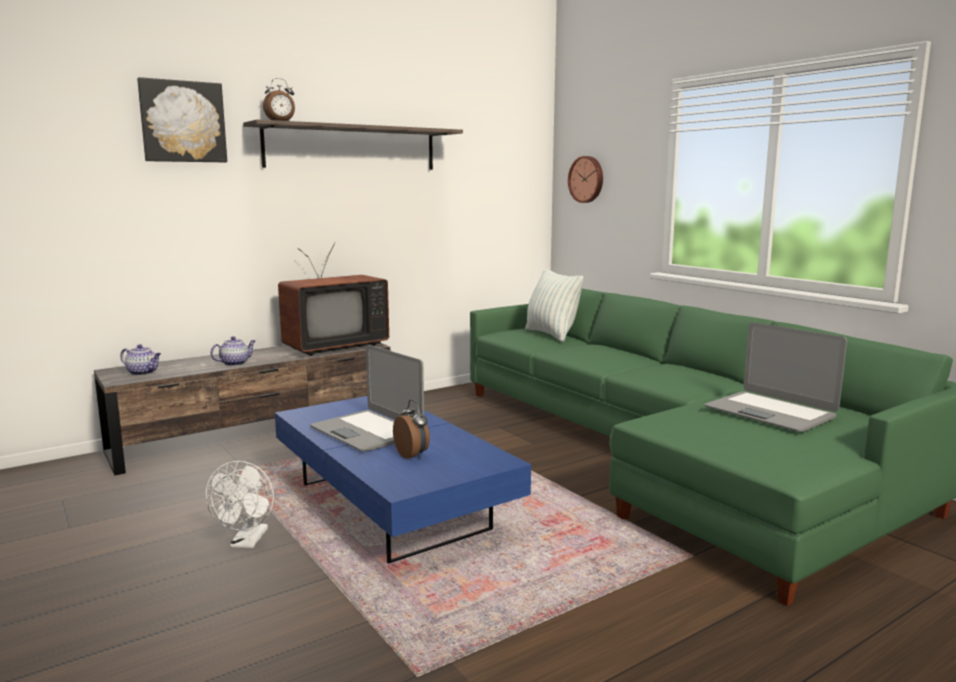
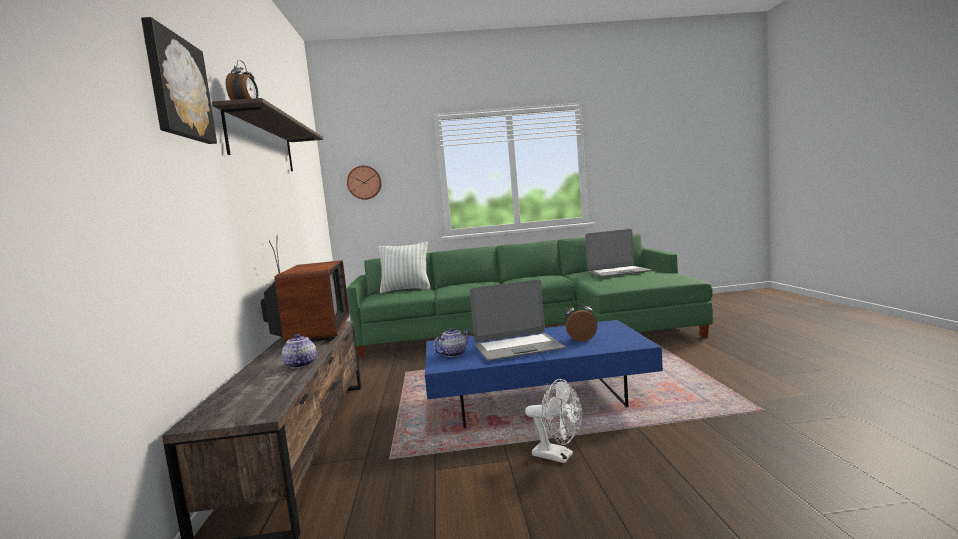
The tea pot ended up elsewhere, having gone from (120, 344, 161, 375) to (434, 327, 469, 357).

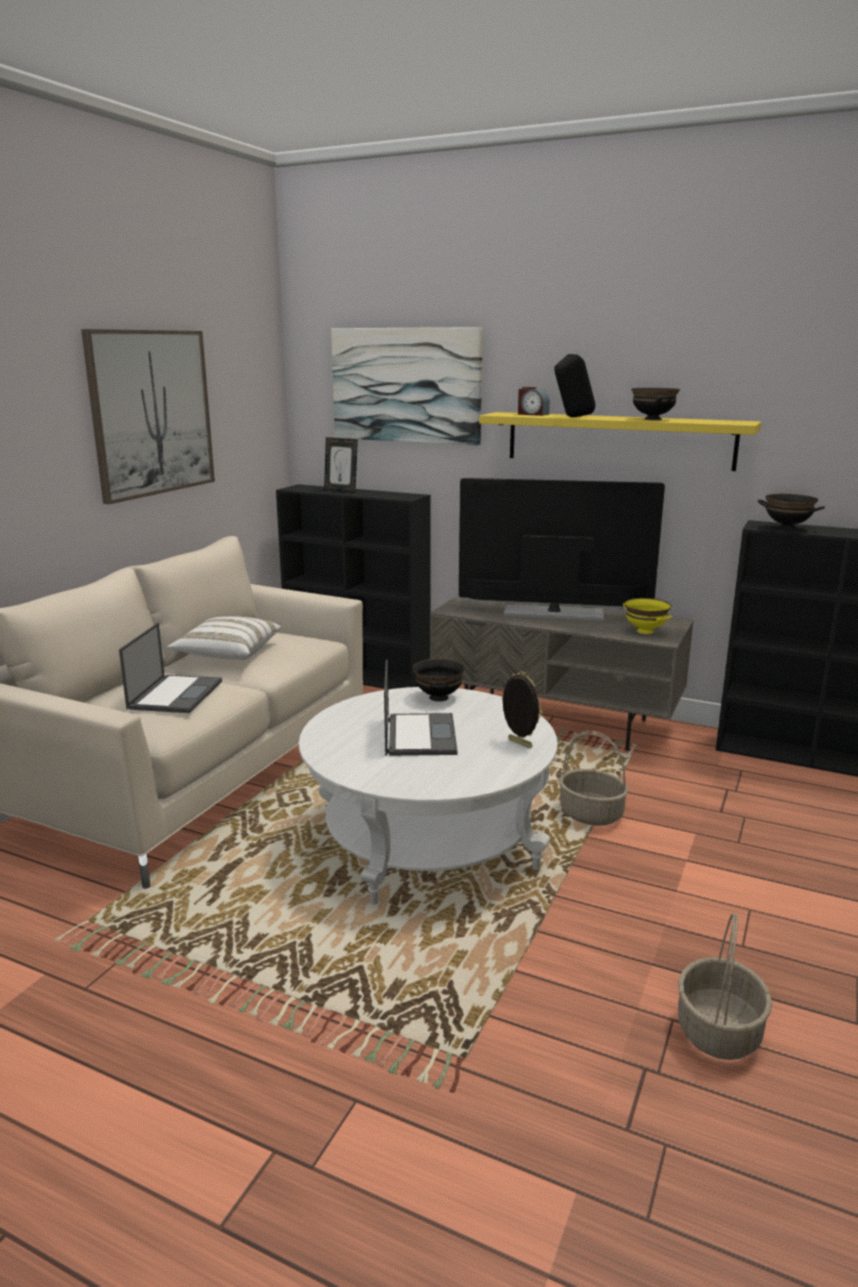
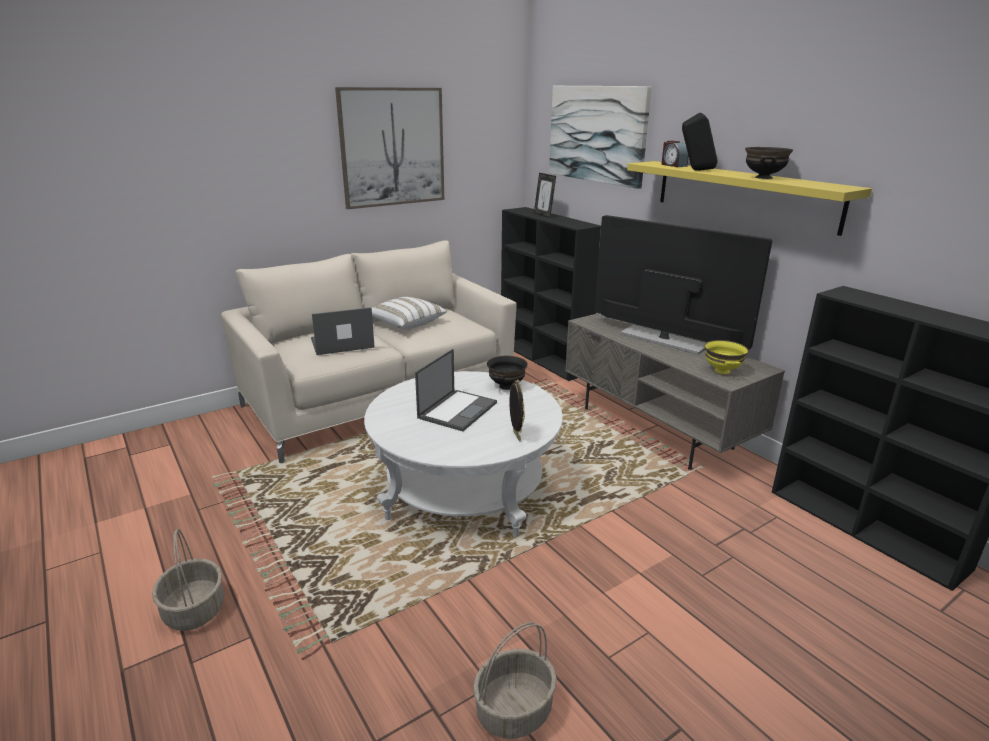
The storage basket ended up elsewhere, having gone from (559, 731, 629, 826) to (152, 529, 224, 631). The portable computer at (119, 623, 222, 713) ended up facing another way, 150 degrees counterclockwise from before. The second view lost the black deep dish at (758, 494, 825, 530).

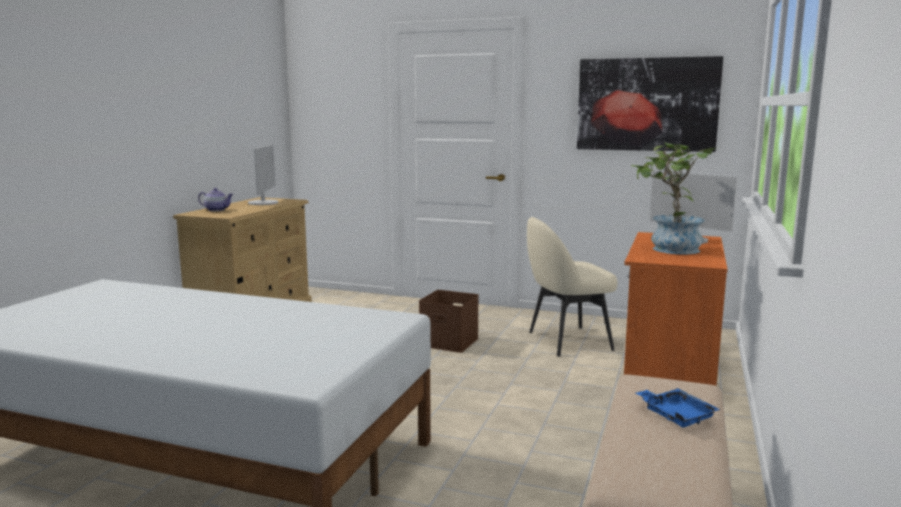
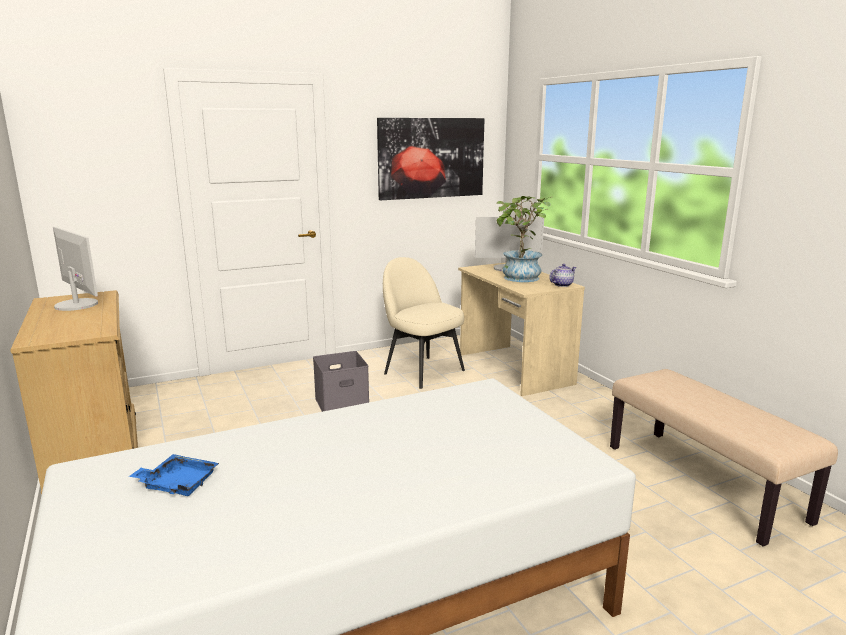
The bluish serving tray ended up elsewhere, having gone from (636, 388, 720, 427) to (129, 454, 219, 496). What was the brownish storage box at (419, 290, 479, 353) turned into the greyish storage box at (313, 351, 369, 412). The beige-coloured plain chair at (527, 217, 618, 357) ended up facing another way, 105 degrees clockwise from before. What was the orange-coloured desk unit at (624, 232, 727, 386) turned into the beige-coloured desk unit at (458, 262, 585, 396). The tea pot ended up elsewhere, having gone from (198, 188, 234, 211) to (549, 264, 576, 287).

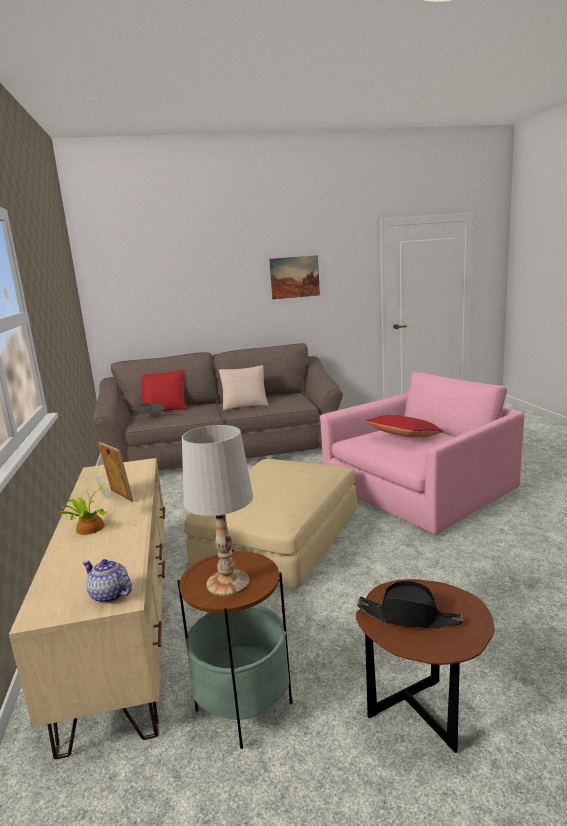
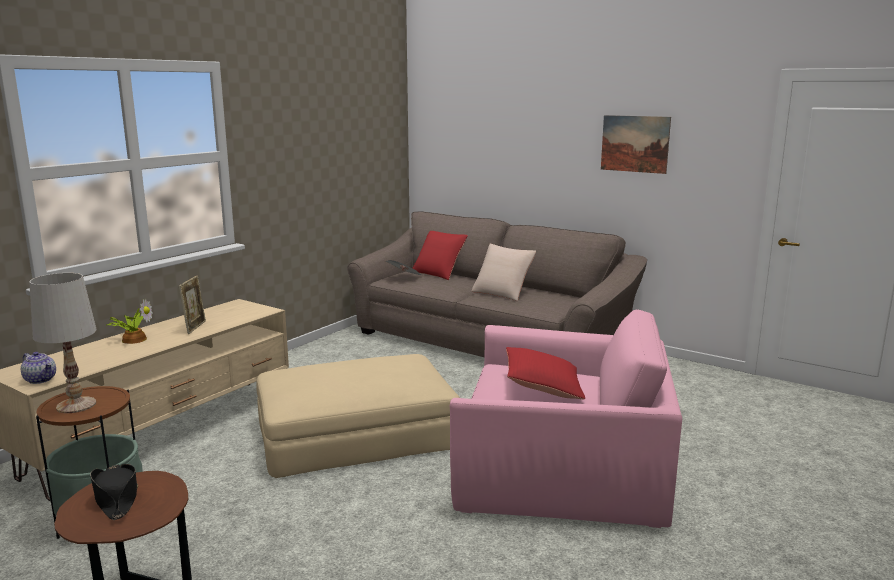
The tea pot at (83, 559, 132, 604) ended up facing another way, 135 degrees clockwise from before.

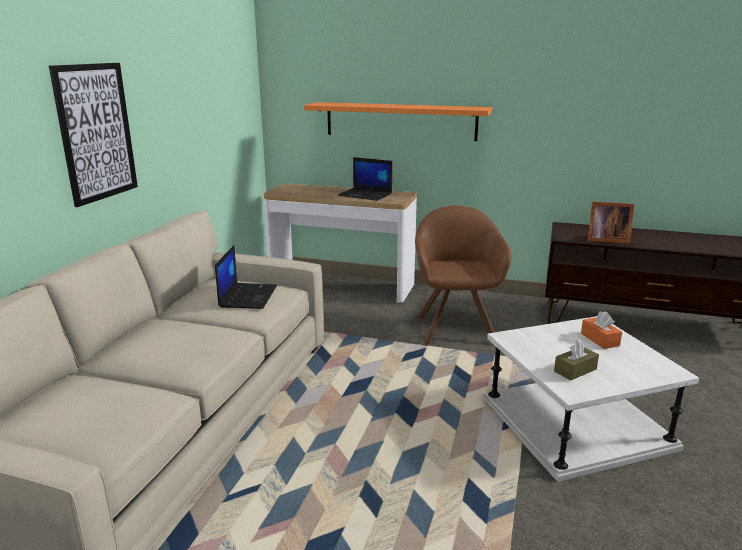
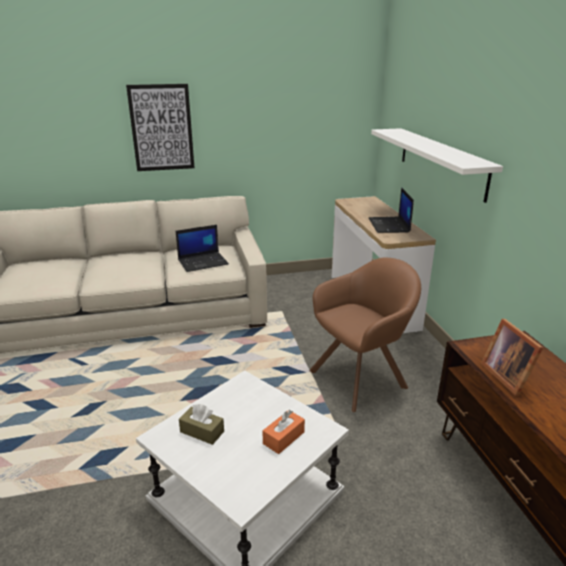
What was the orange-coloured shelf at (304, 102, 492, 141) turned into the white-coloured shelf at (371, 128, 503, 203).

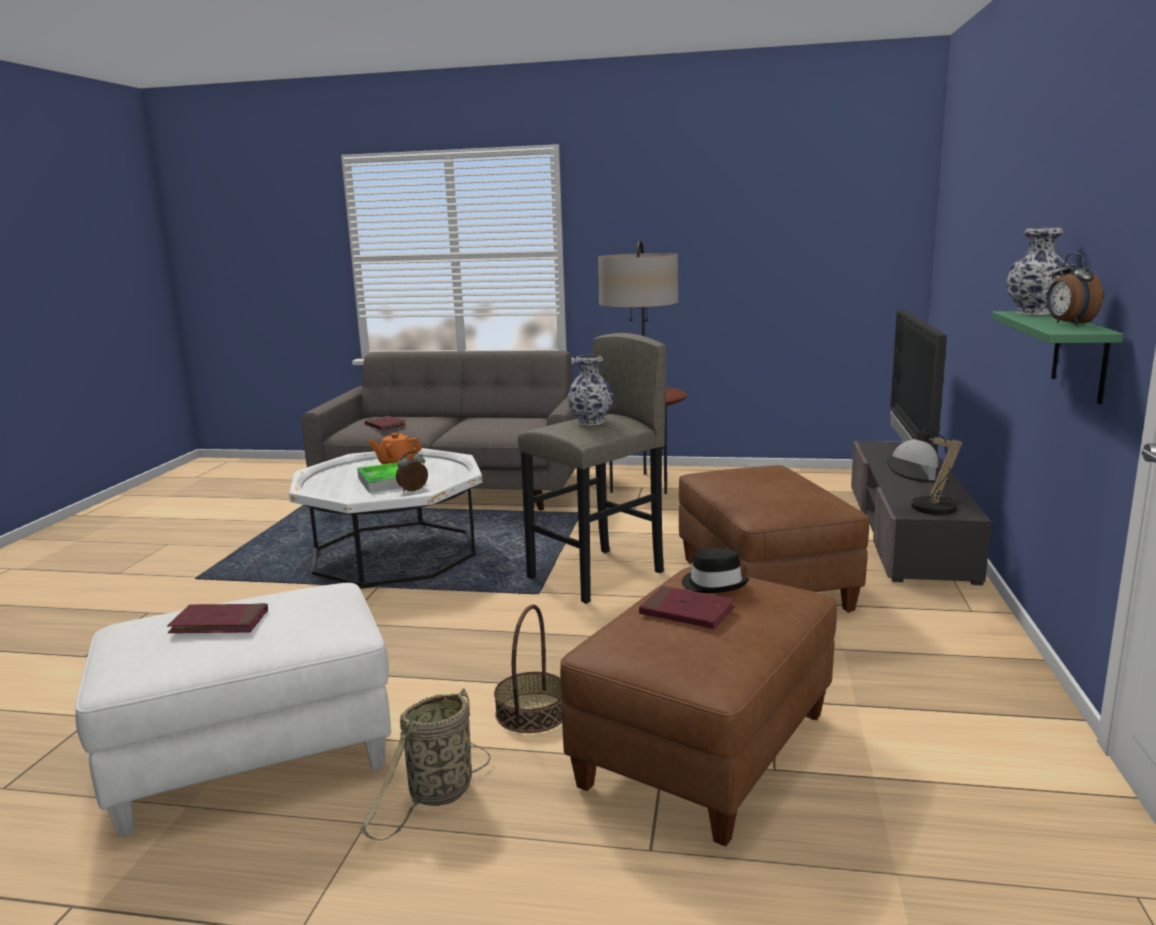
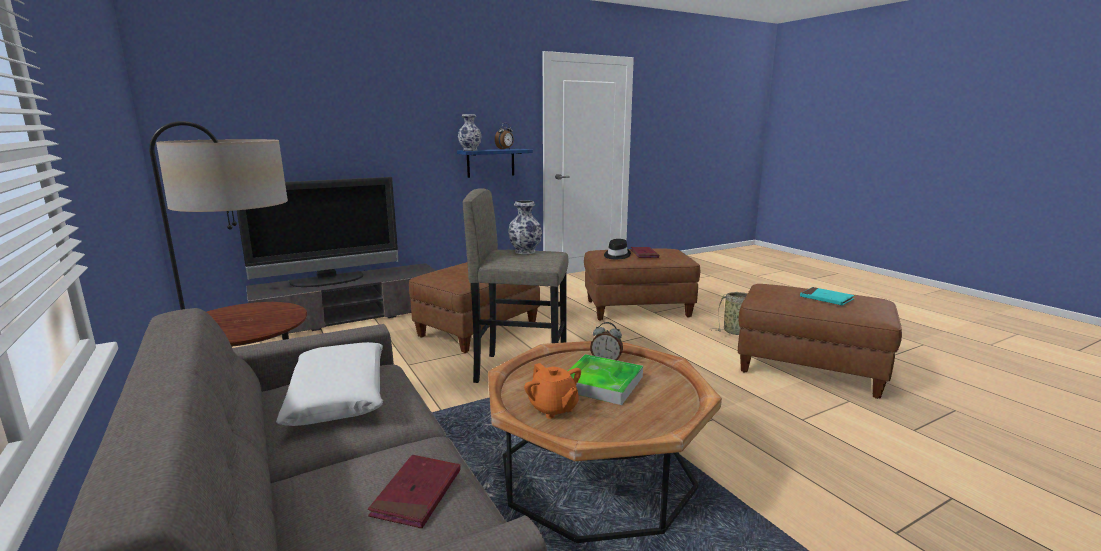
The second view gained the white-coloured throw pillow at (276, 342, 383, 426). What was the green-coloured shelf at (992, 311, 1123, 404) turned into the bluish shelf at (457, 149, 533, 178). What was the white-coloured lounge table at (289, 448, 482, 589) turned into the brownish lounge table at (488, 341, 722, 543). What was the white-coloured pouffe at (75, 583, 391, 837) turned into the brownish pouffe at (738, 284, 902, 399). What was the red volume at (167, 603, 268, 633) turned into the blue-green volume at (800, 287, 855, 305). The second view lost the storage basket at (494, 605, 563, 733). The second view lost the tabletop lamp at (892, 426, 962, 515).

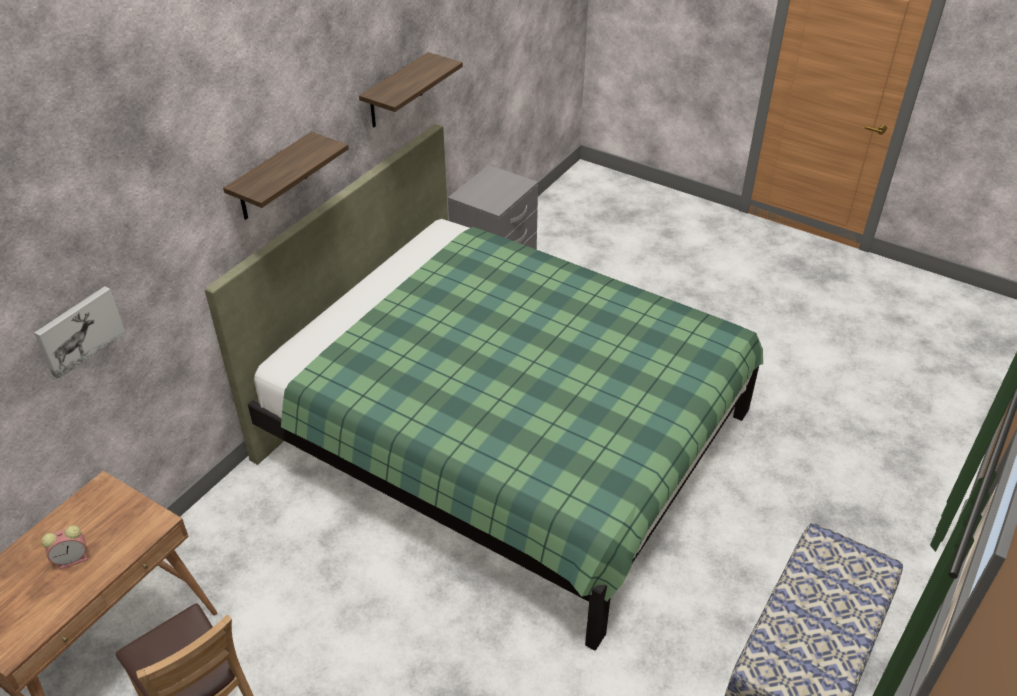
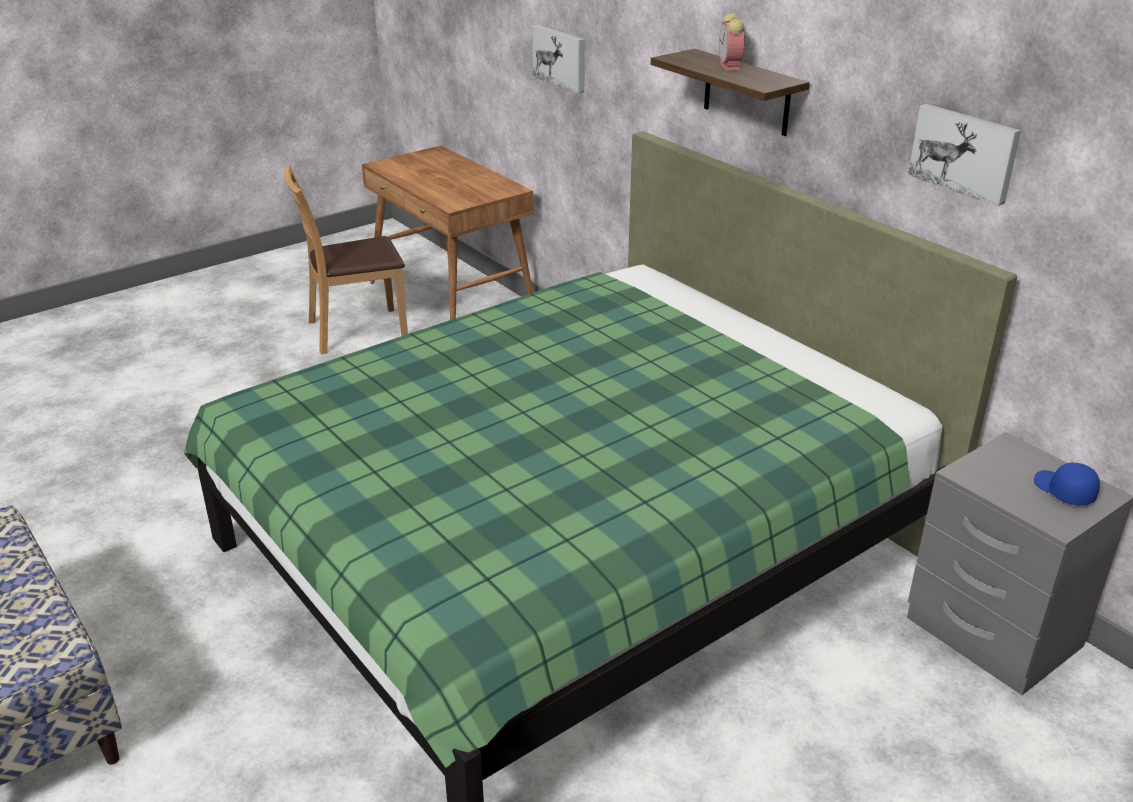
The table clock ended up elsewhere, having gone from (41, 525, 88, 570) to (719, 14, 746, 71). Where the shelf hung at (359, 52, 463, 127), the wall picture came to hang at (908, 104, 1021, 206). The second view gained the bluish peaked cap at (1034, 463, 1100, 506).

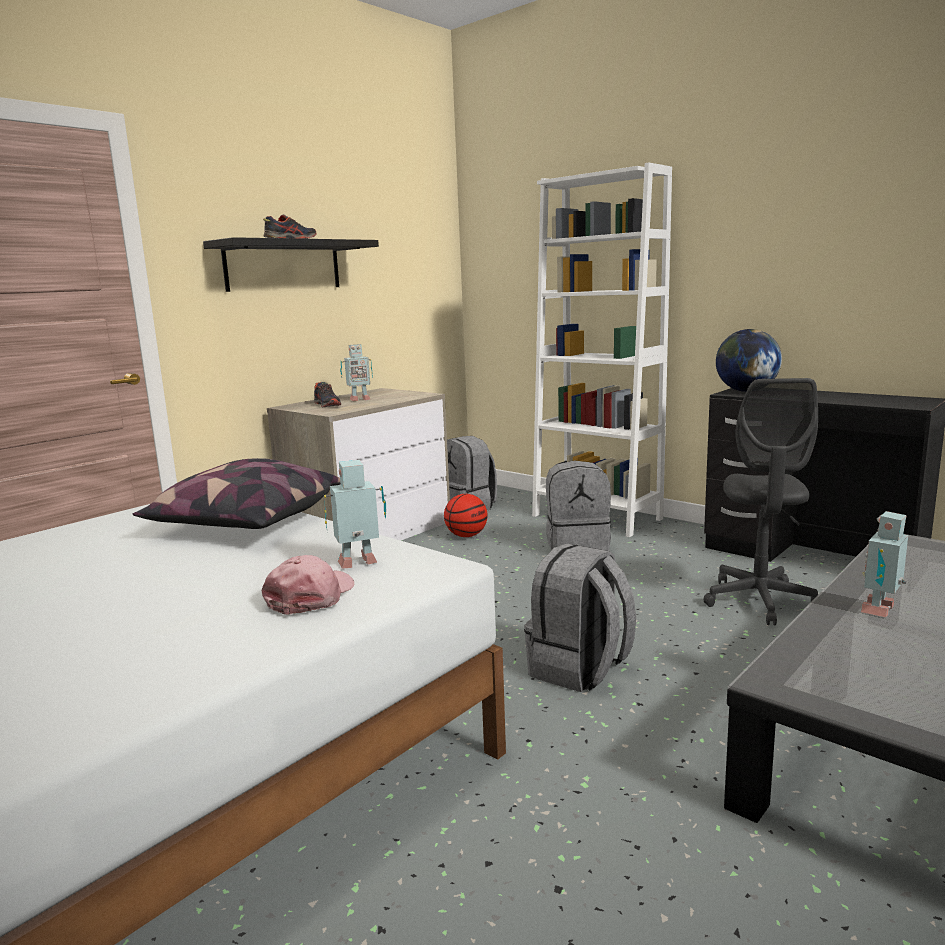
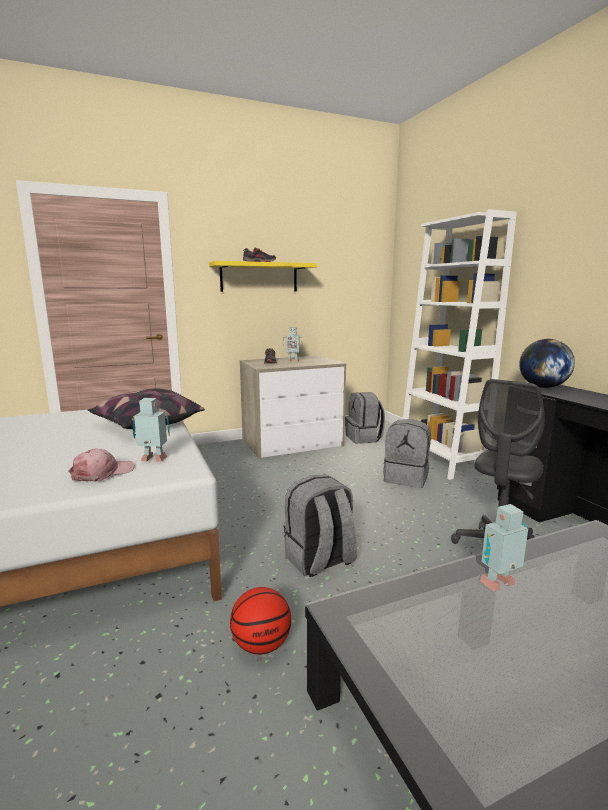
What was the black shelf at (203, 237, 379, 292) turned into the yellow-coloured shelf at (209, 261, 317, 292). The basketball ball ended up elsewhere, having gone from (444, 494, 487, 537) to (230, 587, 291, 655).

